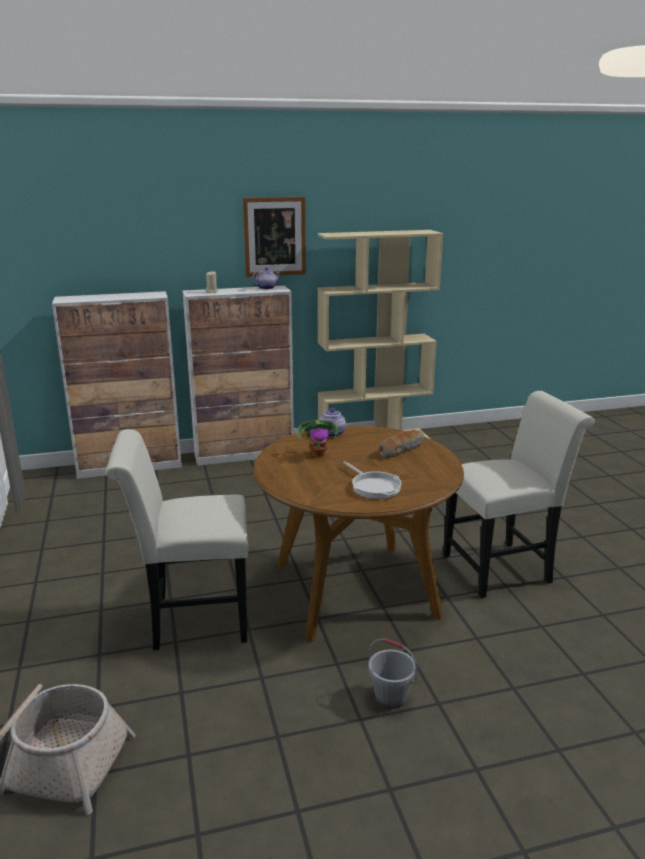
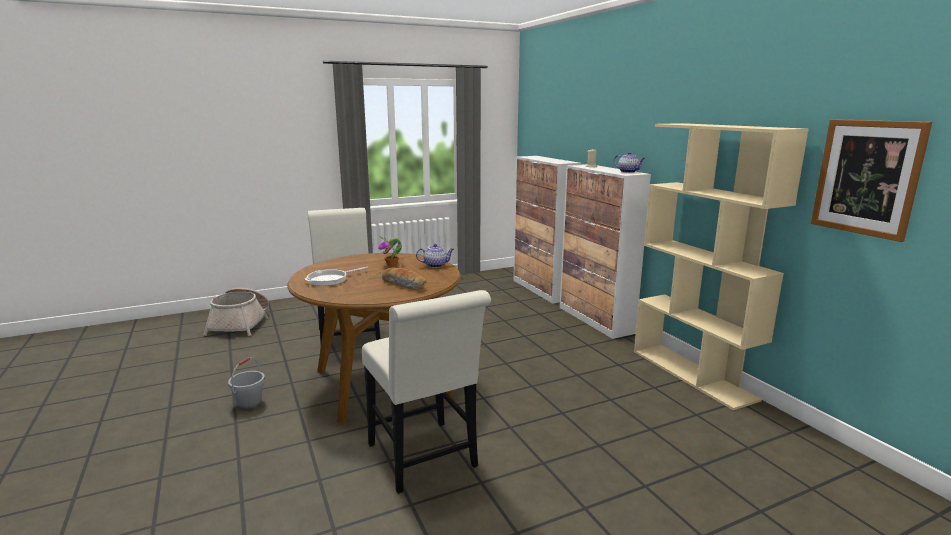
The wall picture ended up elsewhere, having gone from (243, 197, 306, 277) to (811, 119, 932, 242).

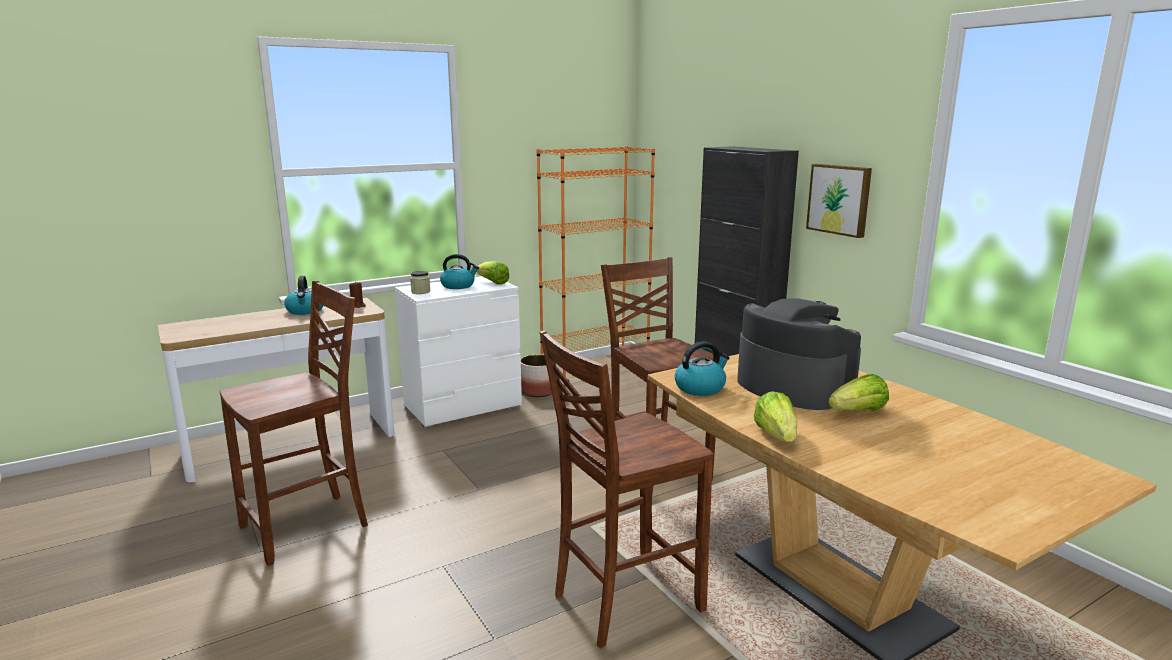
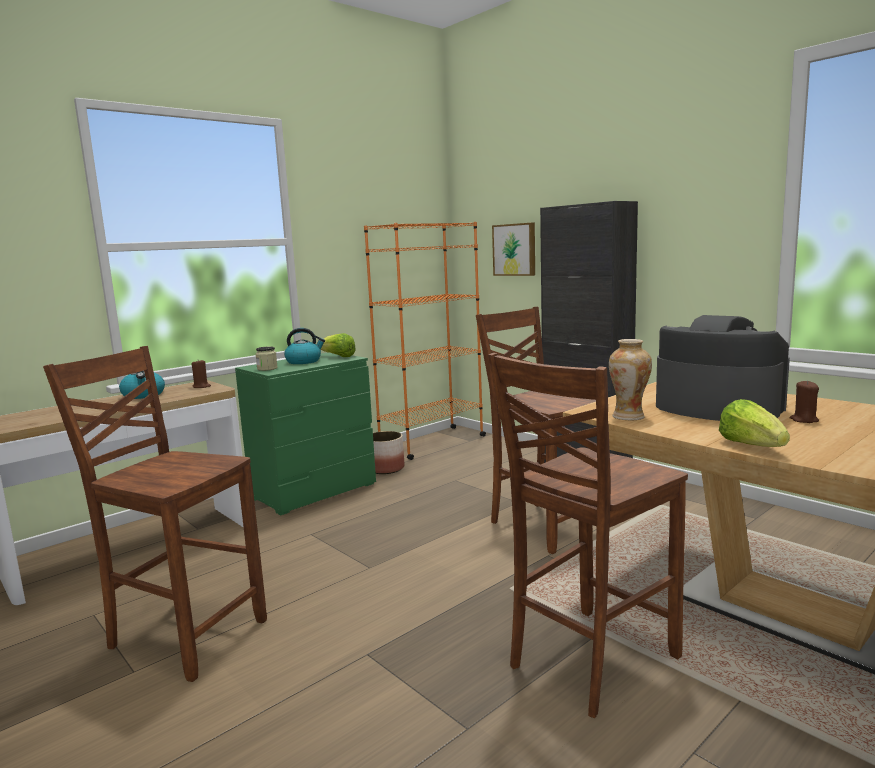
The brownish plain chair at (220, 281, 368, 566) ended up facing another way, 105 degrees counterclockwise from before. What was the white-coloured drawer chest at (395, 276, 522, 428) turned into the green-coloured drawer chest at (235, 352, 376, 515). The wall picture ended up elsewhere, having gone from (806, 164, 872, 238) to (492, 223, 535, 276). Where the kettle stood at (675, 341, 730, 396), the decorative vase came to stand at (609, 339, 652, 420). Where the head of lettuce stood at (829, 374, 889, 411), the brownish wax candle came to stand at (790, 380, 819, 423).

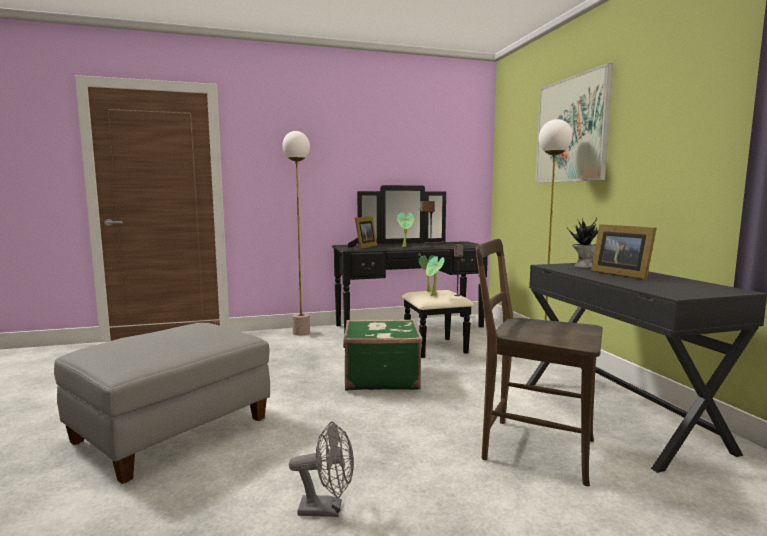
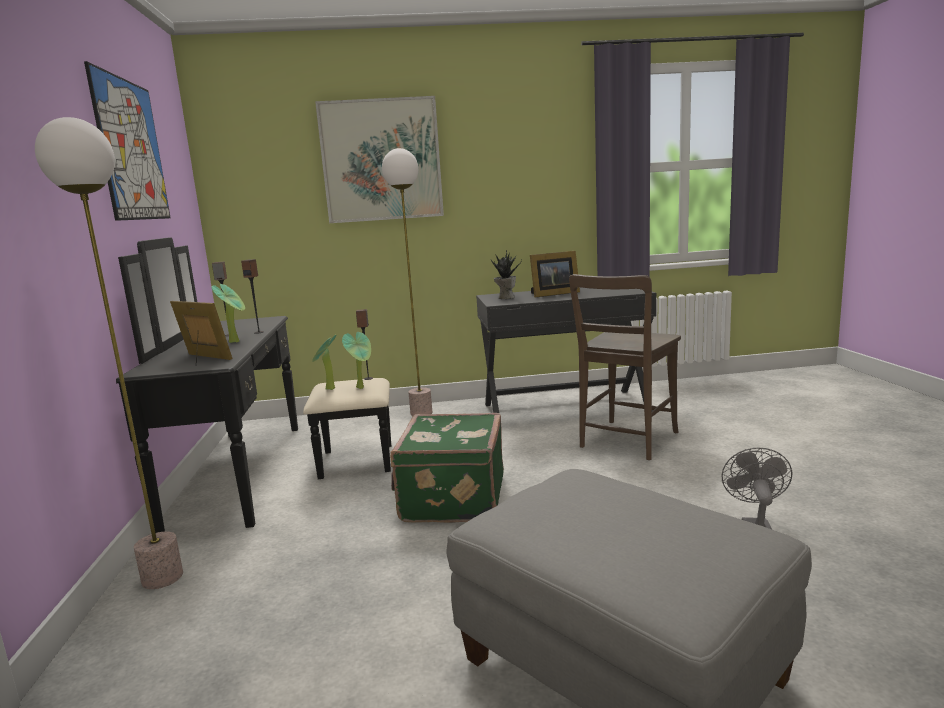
The second view gained the wall picture at (84, 61, 171, 221).

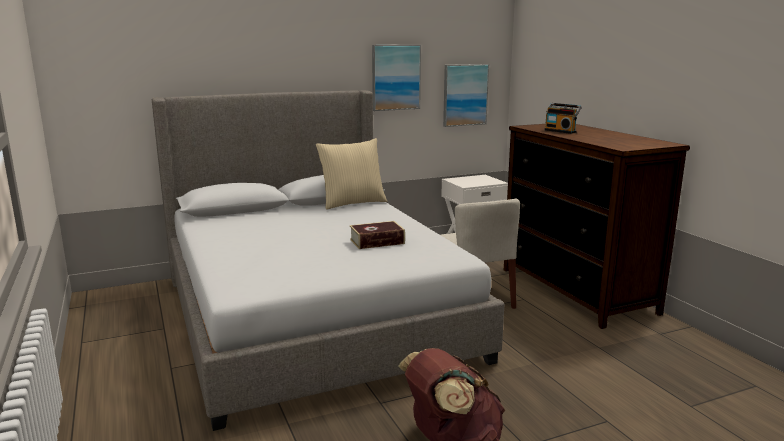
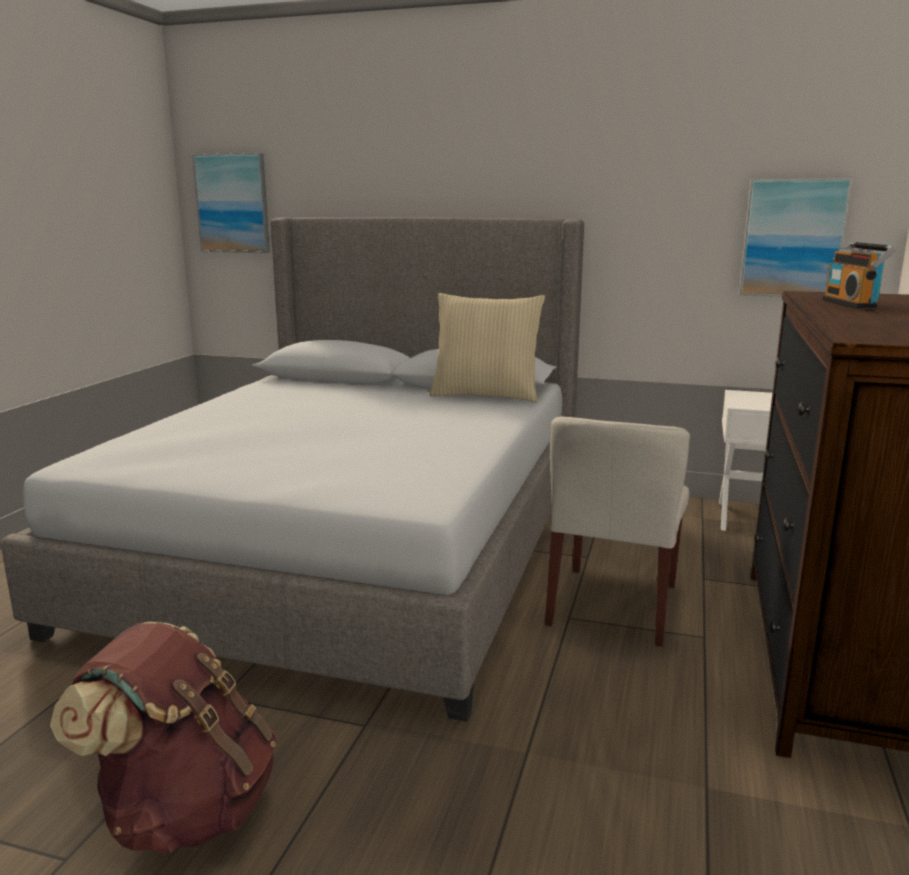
The wall picture ended up elsewhere, having gone from (372, 45, 421, 111) to (192, 153, 270, 253). The second view lost the volume at (350, 221, 405, 249).

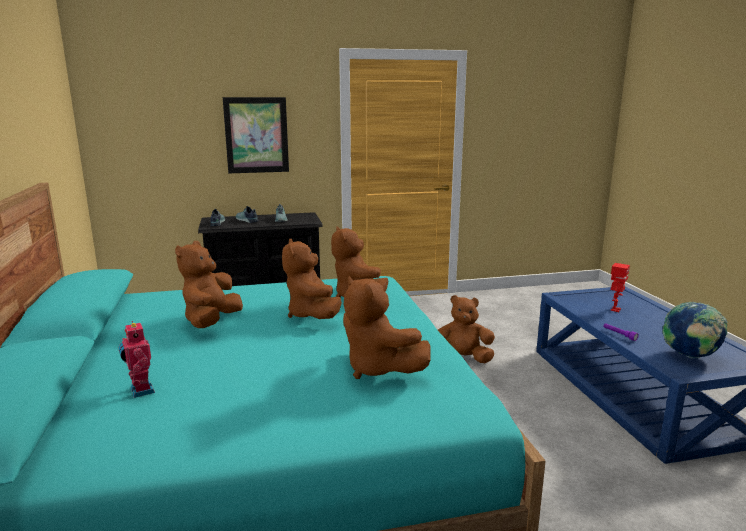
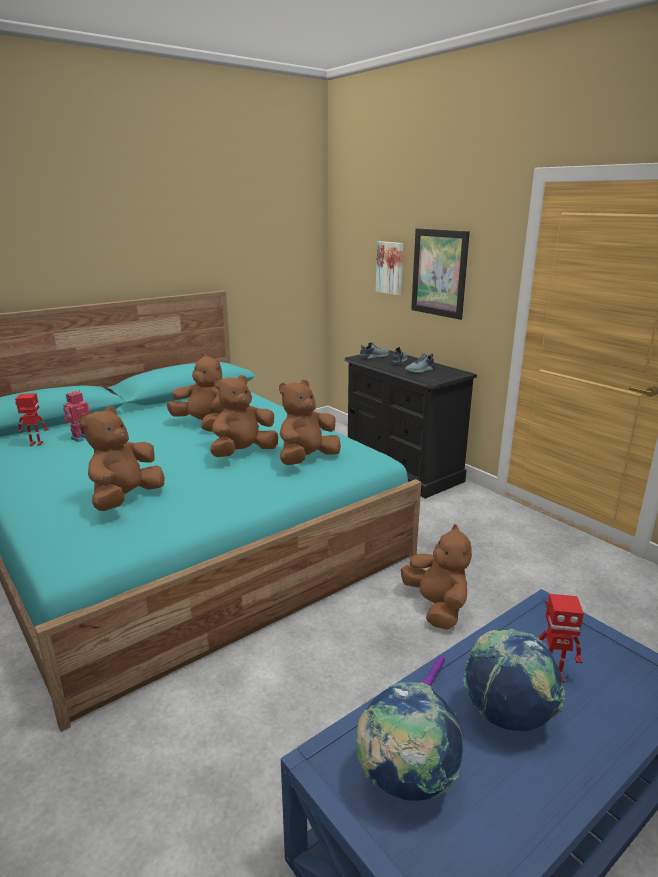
The second view gained the robot figure at (15, 393, 48, 446). The brownish plush toy at (175, 241, 243, 328) ended up facing another way, 45 degrees clockwise from before. The second view gained the wall picture at (376, 241, 403, 295). The second view gained the world globe at (463, 629, 565, 731).

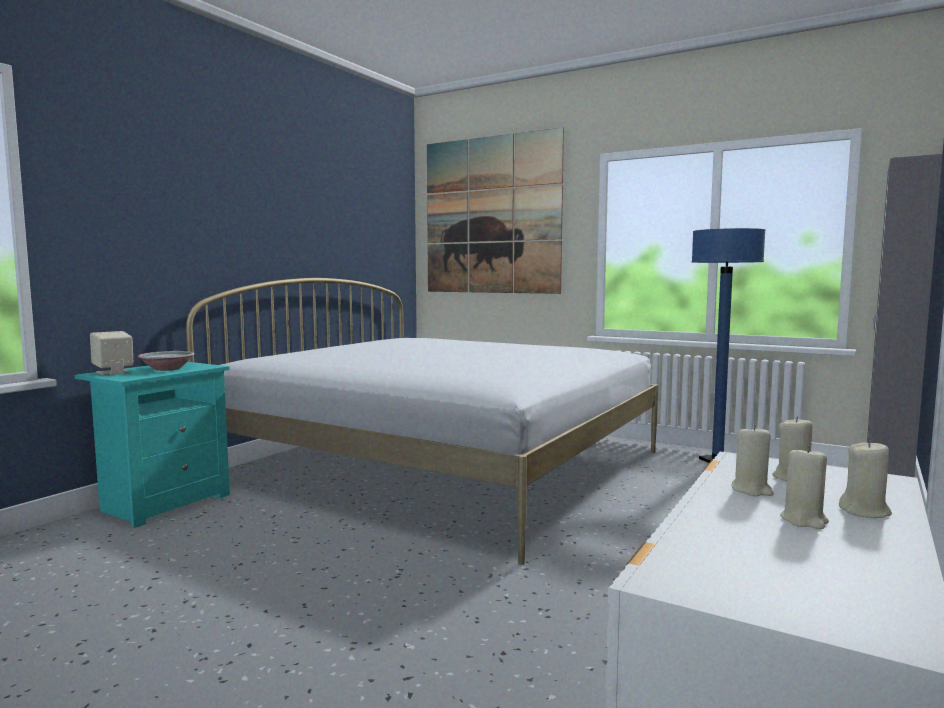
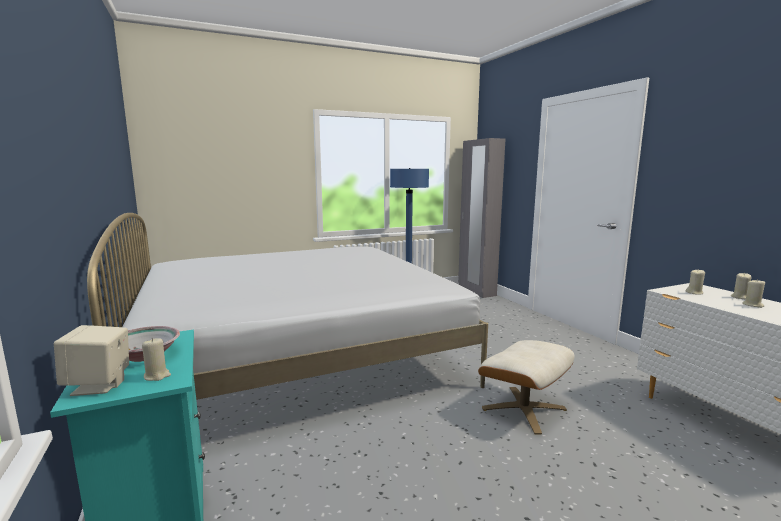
The beige-coloured wax candle ended up elsewhere, having gone from (732, 425, 774, 496) to (142, 338, 171, 381). The second view gained the beige-coloured pouffe at (478, 340, 575, 434). The second view lost the wall picture at (427, 128, 564, 294).

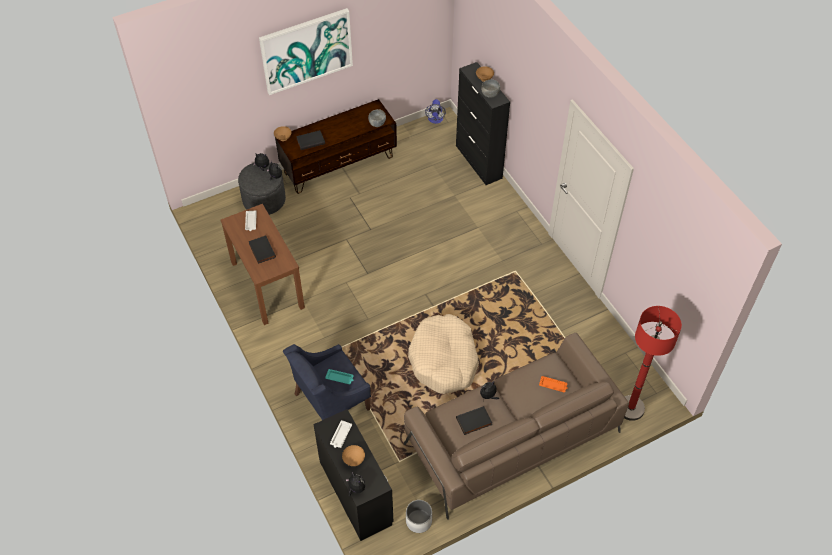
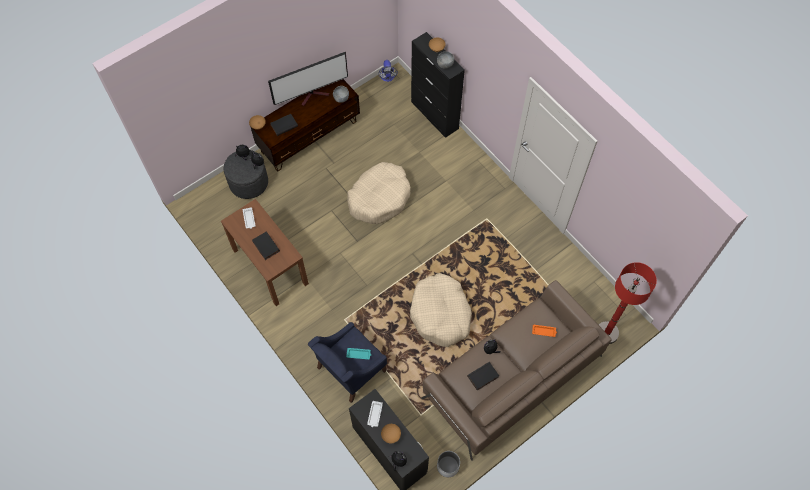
The second view gained the TV set at (268, 52, 348, 106). The second view gained the beige-coloured dog cushion at (347, 162, 411, 224). The second view lost the wall picture at (259, 8, 353, 95).

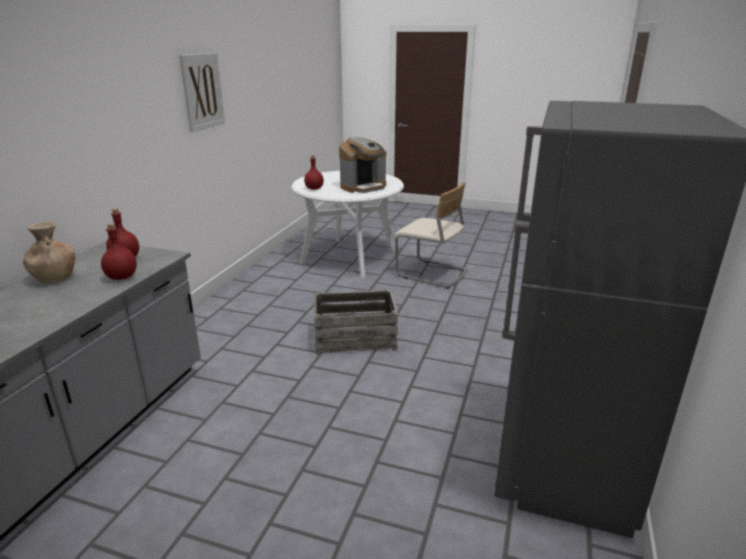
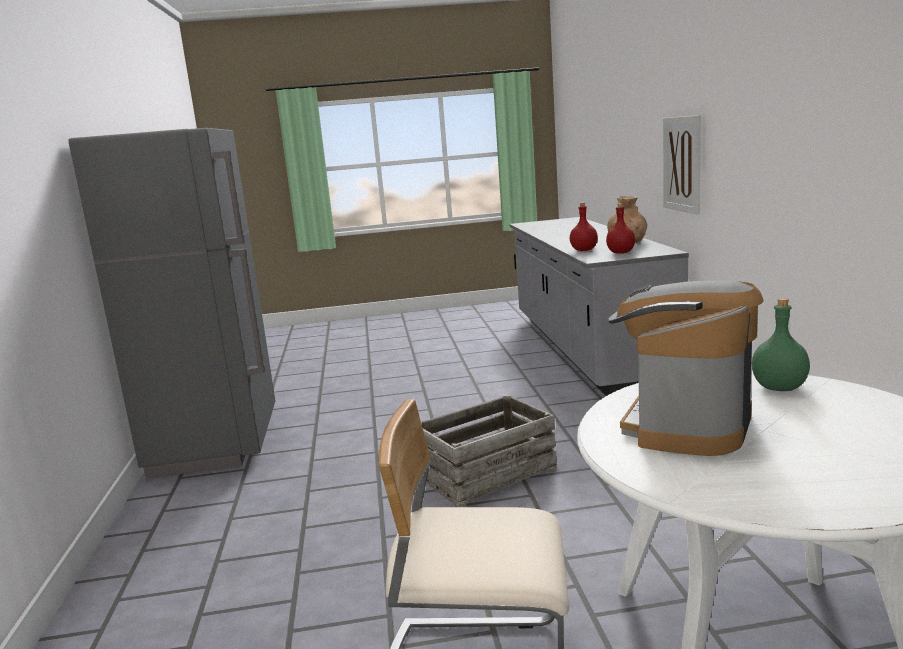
The wall picture ended up elsewhere, having gone from (179, 53, 225, 132) to (663, 115, 701, 214). What was the red bottle at (304, 155, 324, 190) turned into the green-coloured bottle at (752, 298, 810, 391).

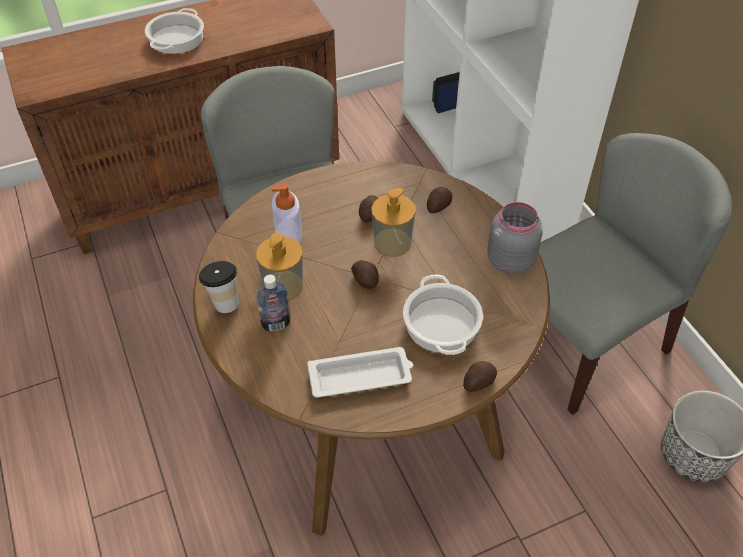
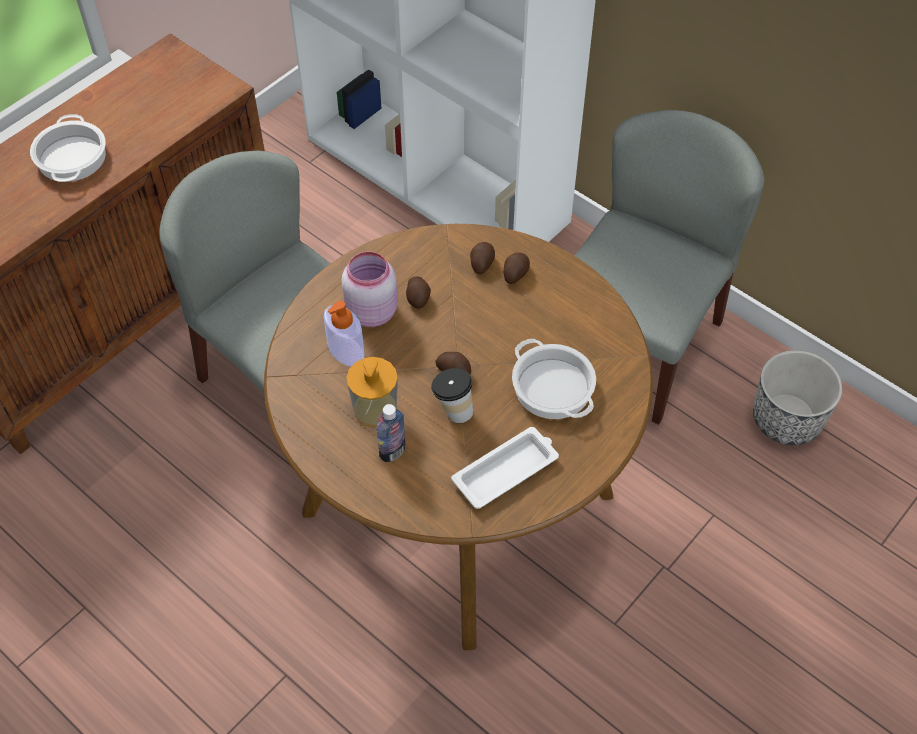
The second view gained the pink storage jar at (341, 252, 398, 327). The cup ended up elsewhere, having gone from (198, 261, 239, 313) to (431, 368, 473, 423). The potato ended up elsewhere, having gone from (463, 361, 497, 392) to (503, 252, 530, 284). The second view lost the liquid soap bottle at (371, 188, 416, 257). The second view lost the greyish storage jar at (487, 202, 543, 274).

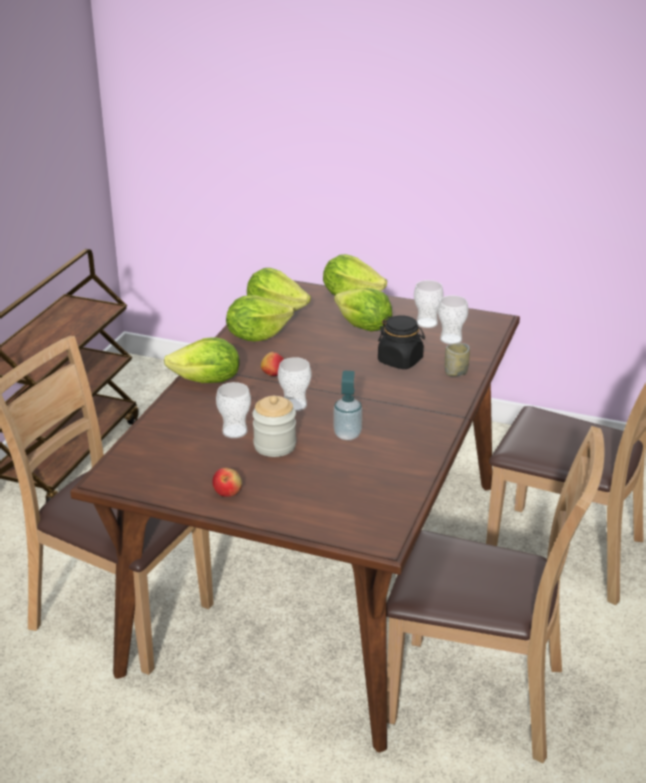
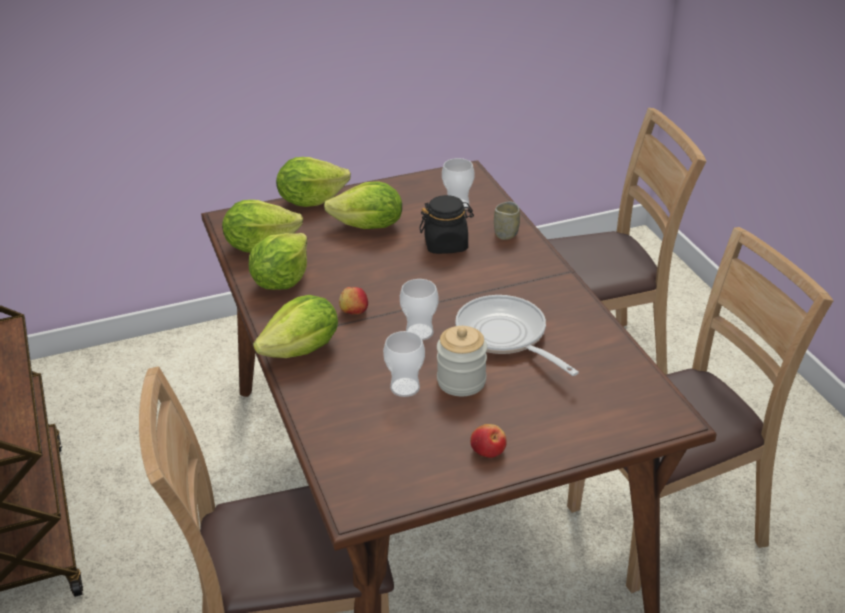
Where the liquid soap bottle stood at (334, 371, 362, 440), the skillet came to stand at (455, 295, 579, 376). The second view lost the cup at (414, 280, 444, 328).

